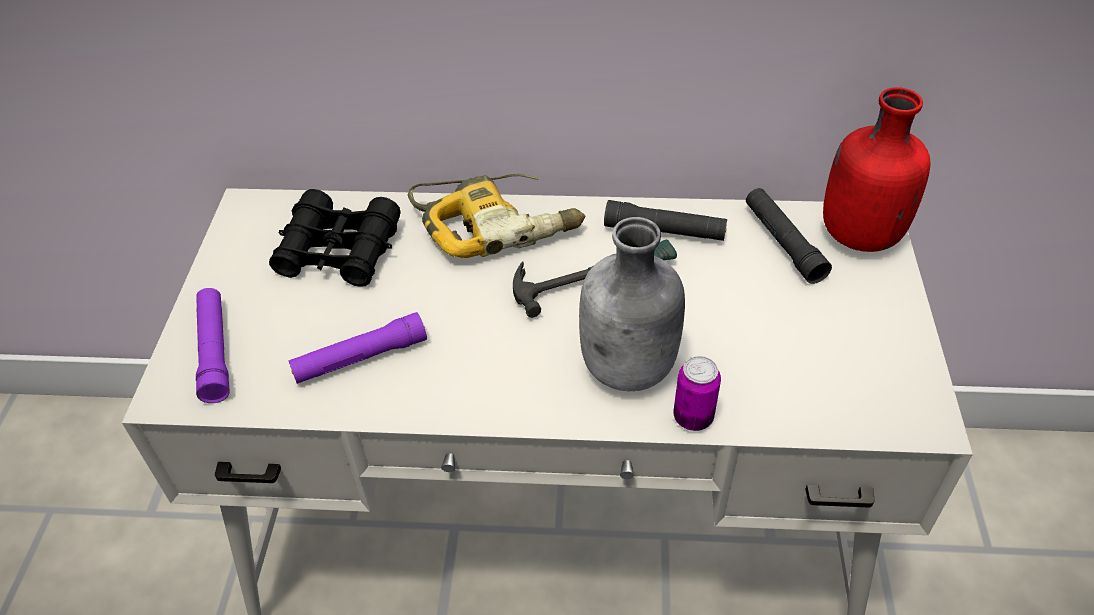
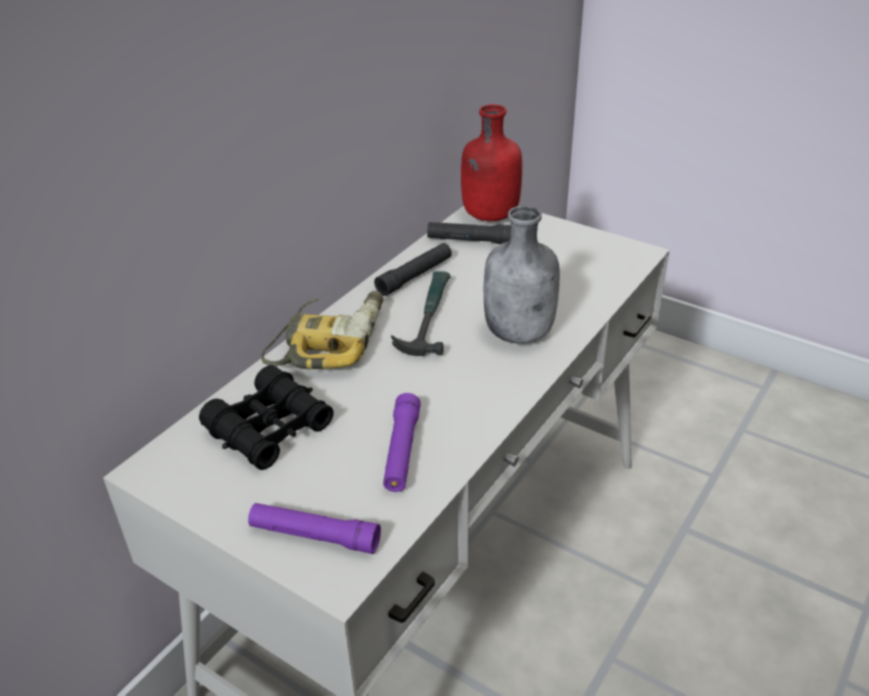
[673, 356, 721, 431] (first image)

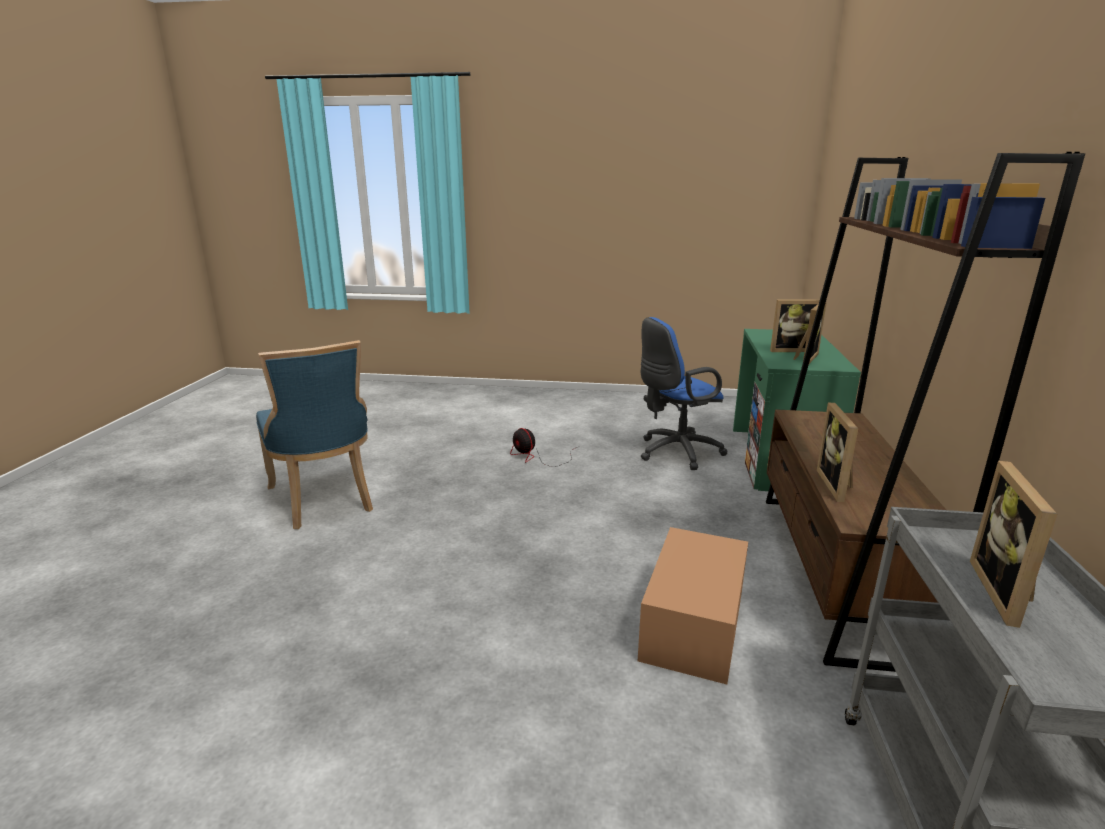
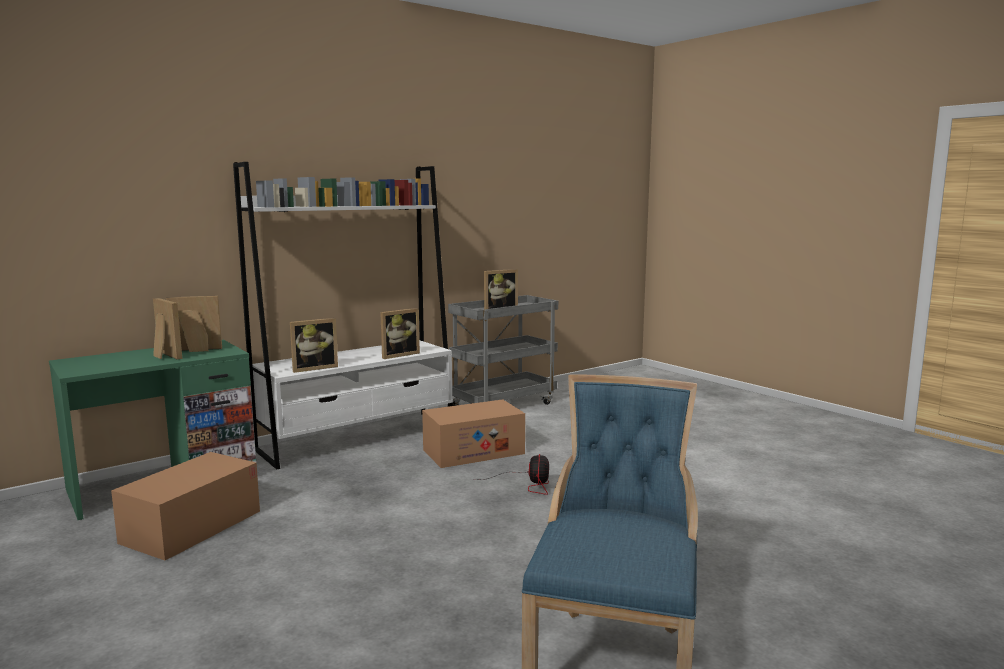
[111, 452, 260, 560]
[233, 162, 453, 470]
[290, 318, 338, 373]
[472, 454, 549, 495]

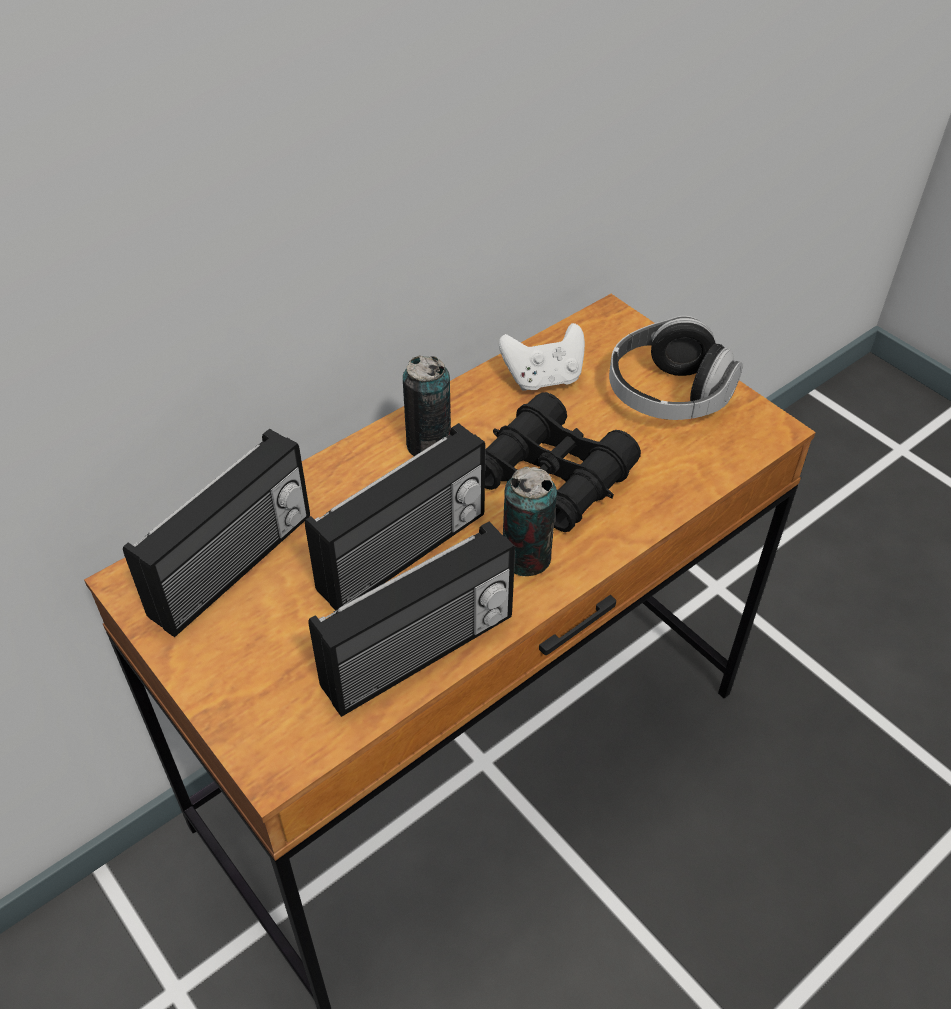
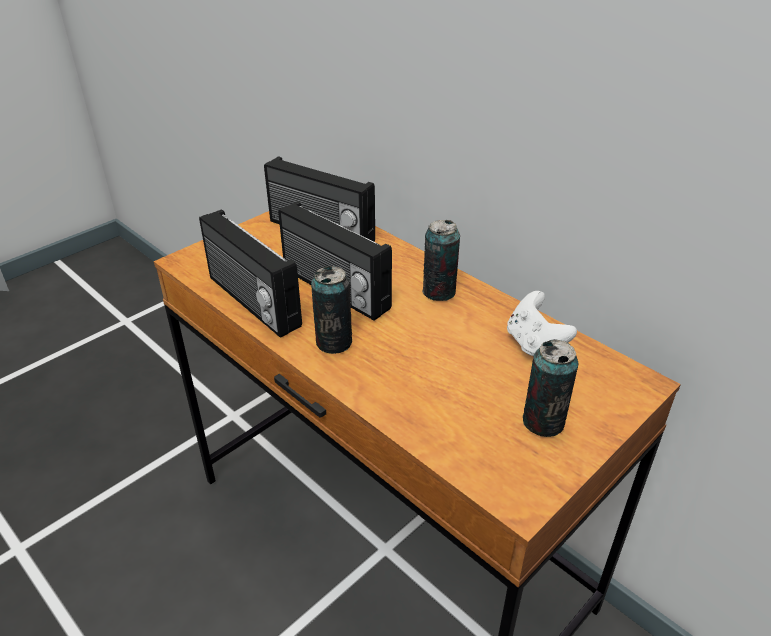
[523, 339, 579, 437]
[485, 392, 641, 532] (first image)

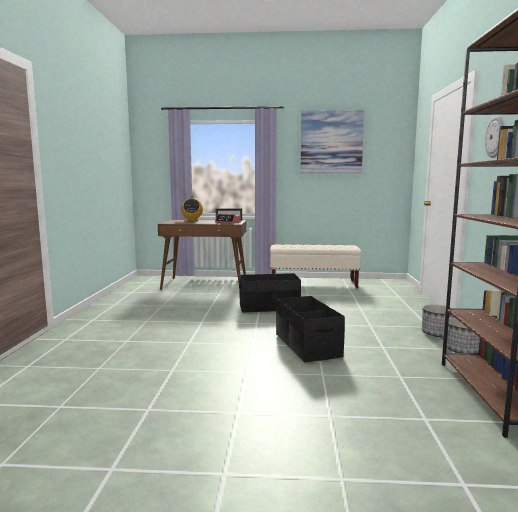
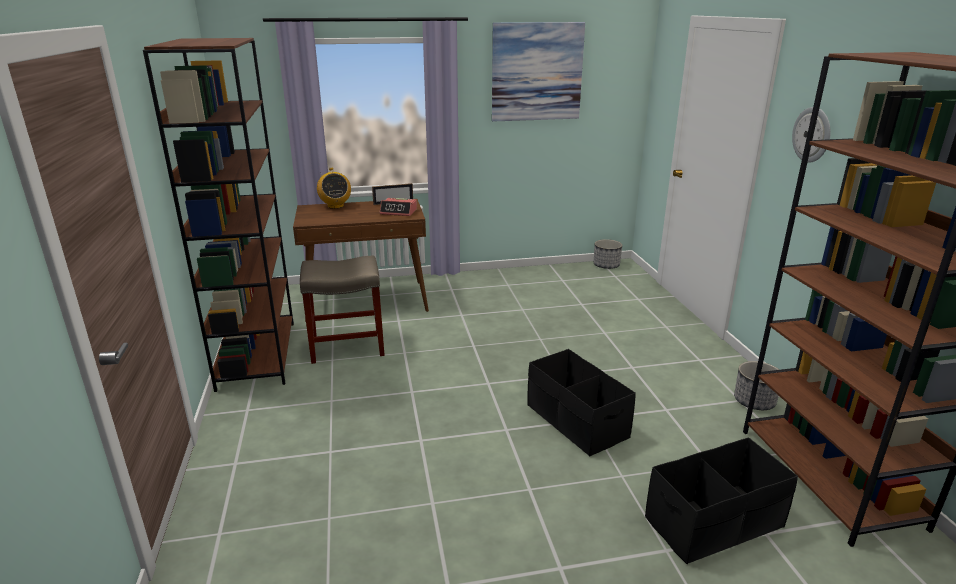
[143, 38, 294, 392]
[300, 256, 385, 364]
[594, 239, 622, 269]
[645, 437, 798, 564]
[270, 244, 361, 288] (first image)

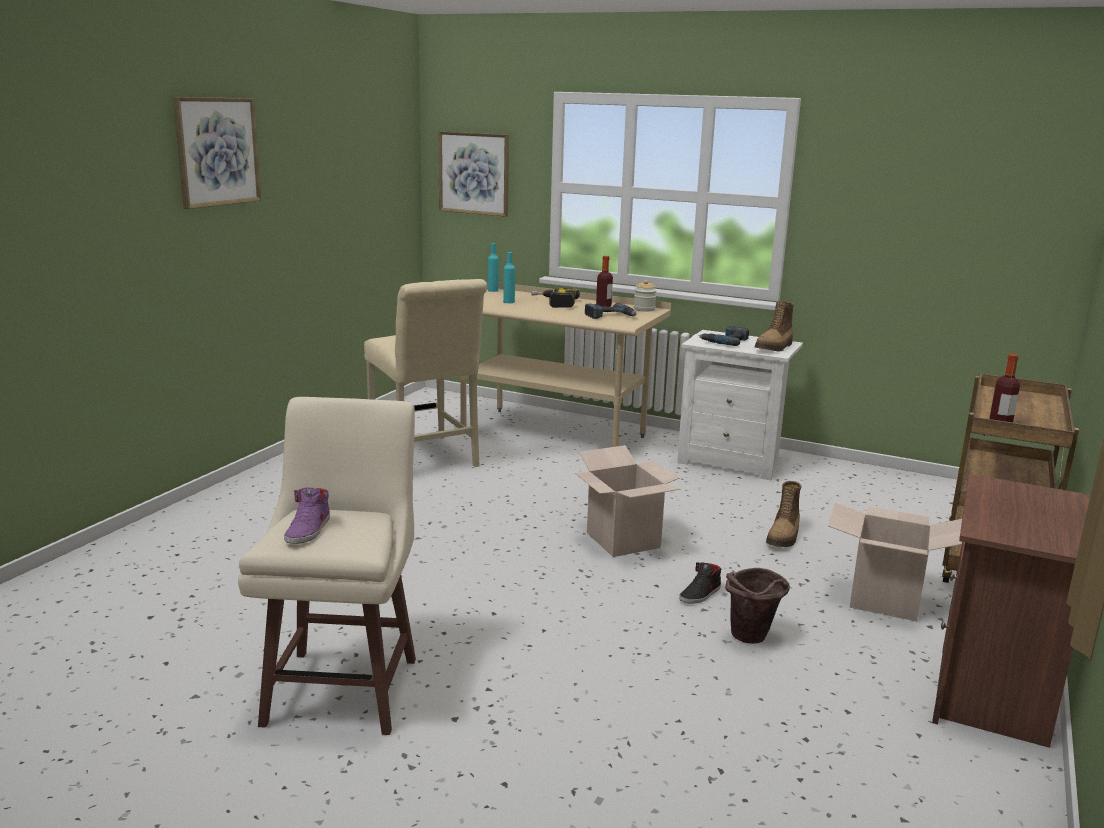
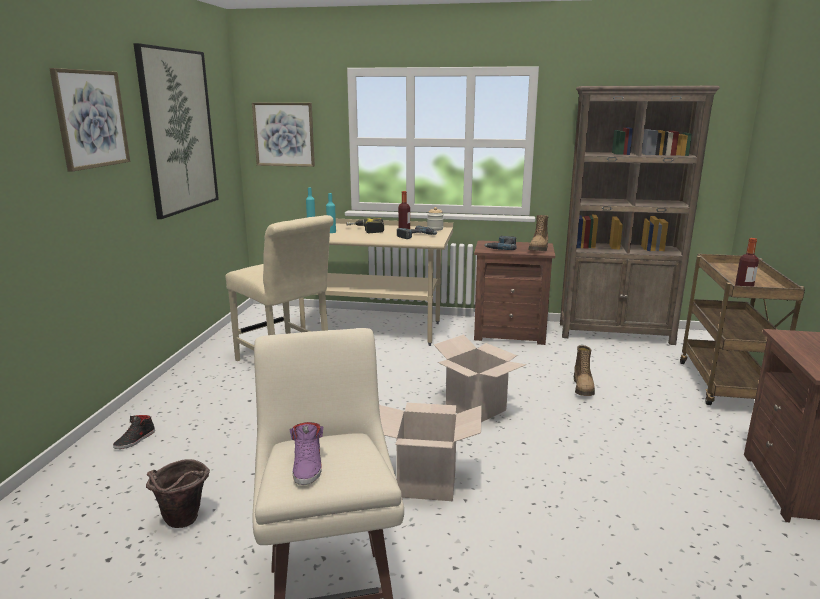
[113, 415, 155, 449]
[133, 43, 219, 219]
[146, 459, 210, 528]
[379, 403, 482, 501]
[474, 240, 555, 345]
[560, 86, 720, 345]

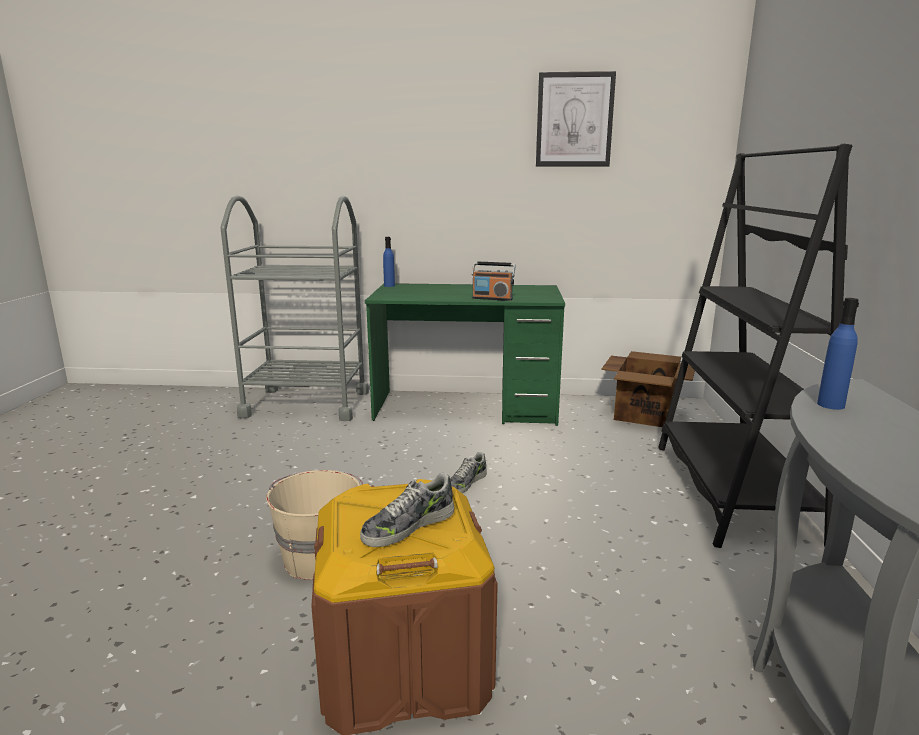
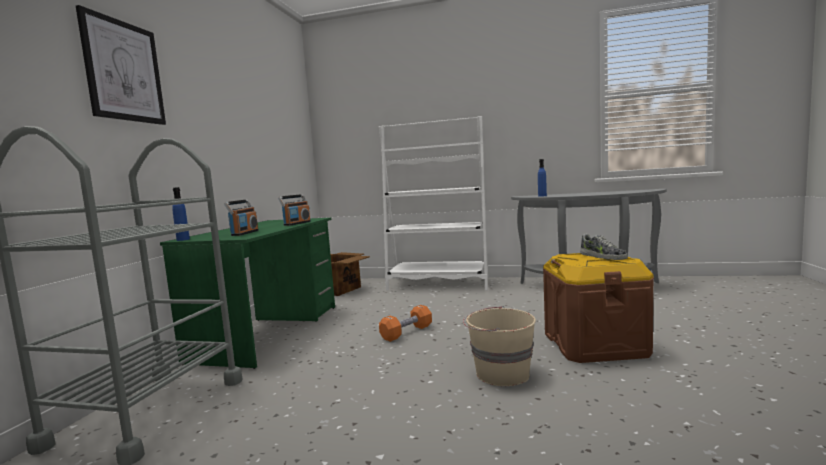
[76, 5, 166, 125]
[224, 200, 259, 236]
[379, 116, 488, 291]
[379, 305, 432, 342]

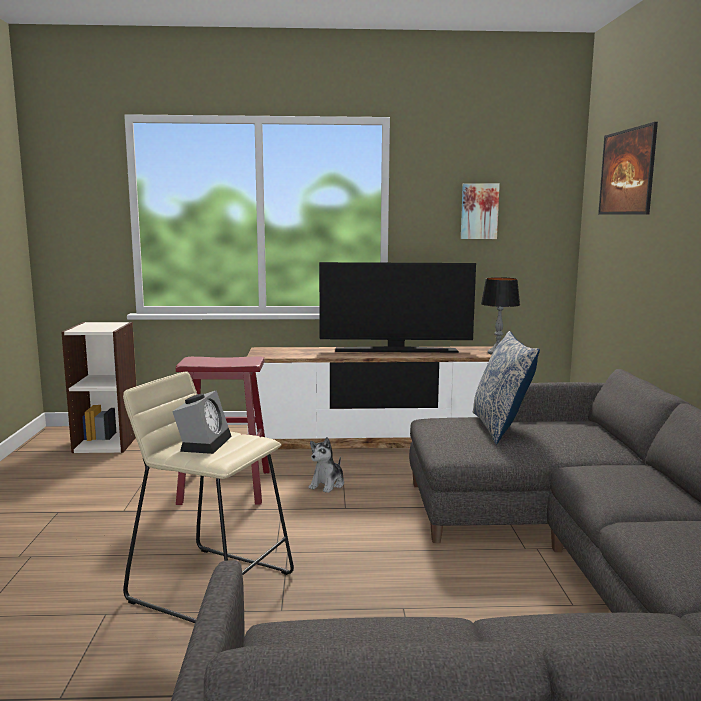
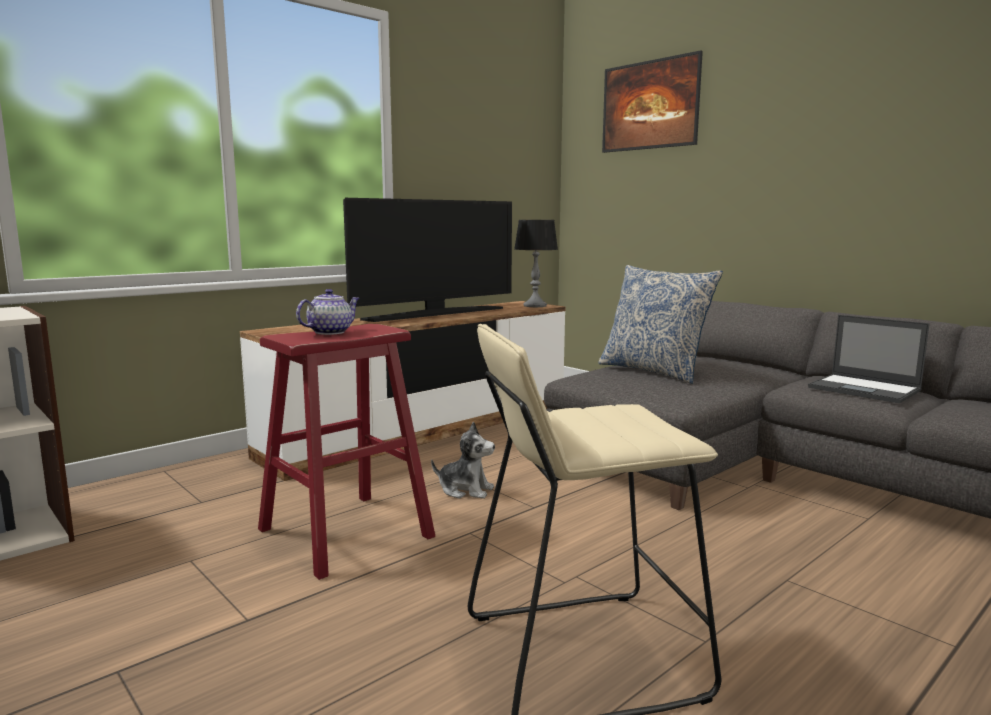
[296, 289, 360, 335]
[431, 422, 495, 499]
[808, 315, 930, 403]
[172, 390, 232, 454] (first image)
[461, 183, 500, 239] (first image)

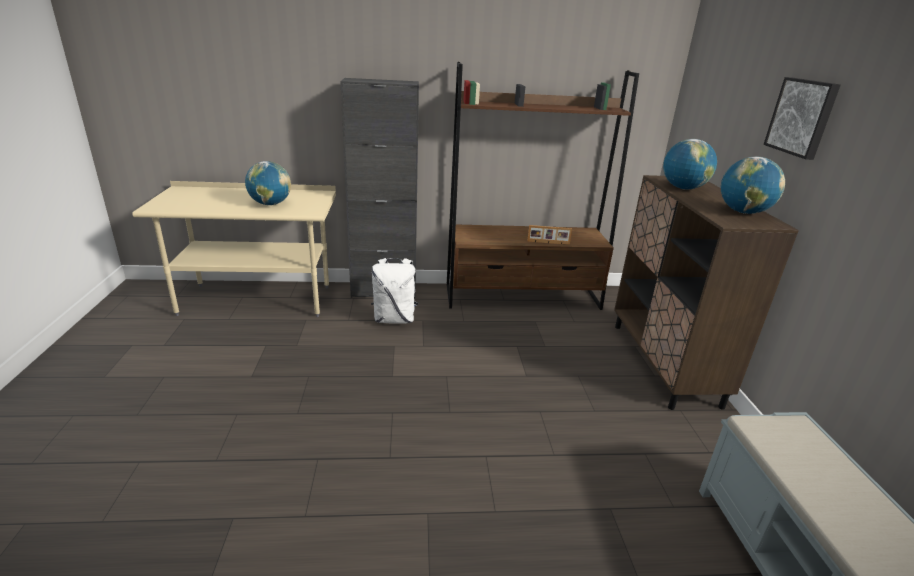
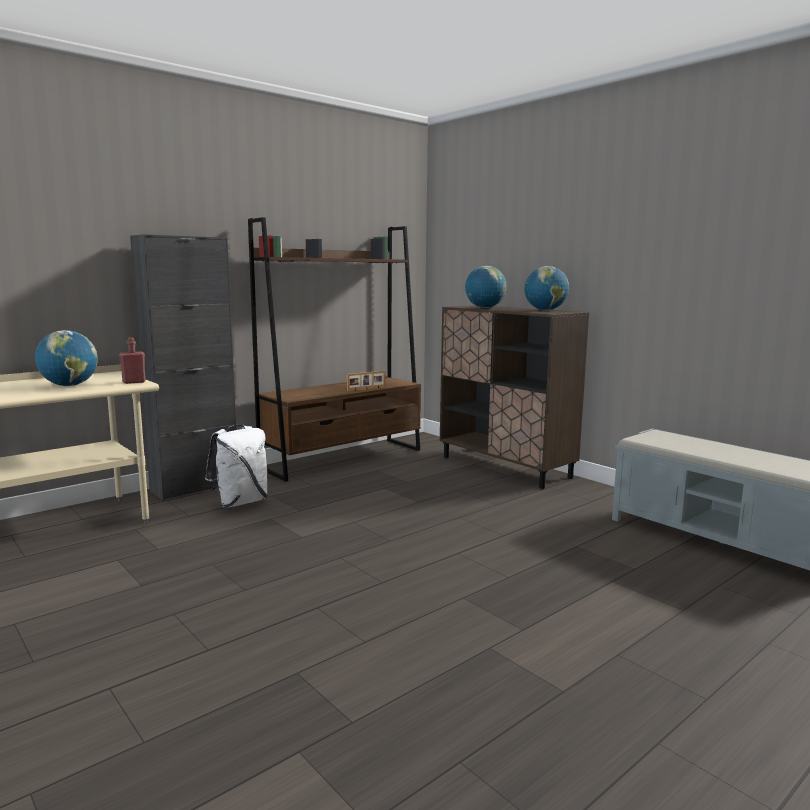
[119, 337, 146, 384]
[763, 77, 841, 160] (first image)

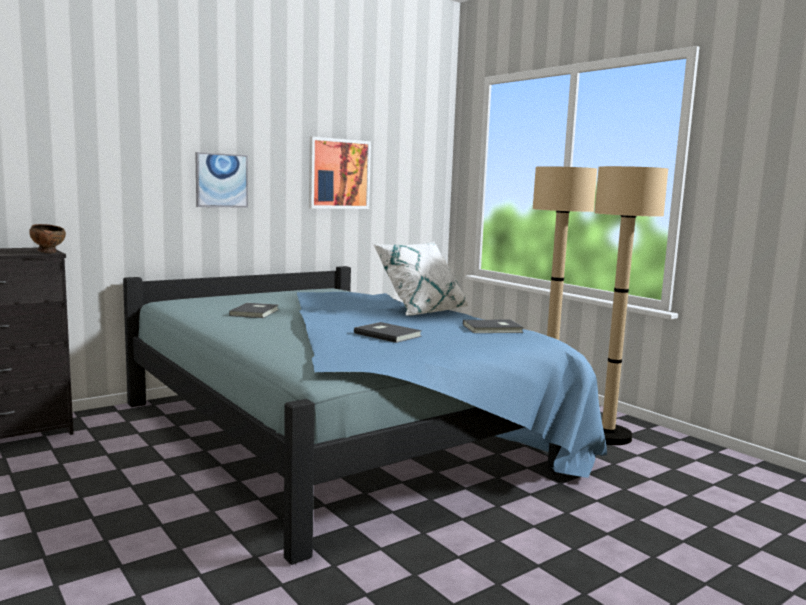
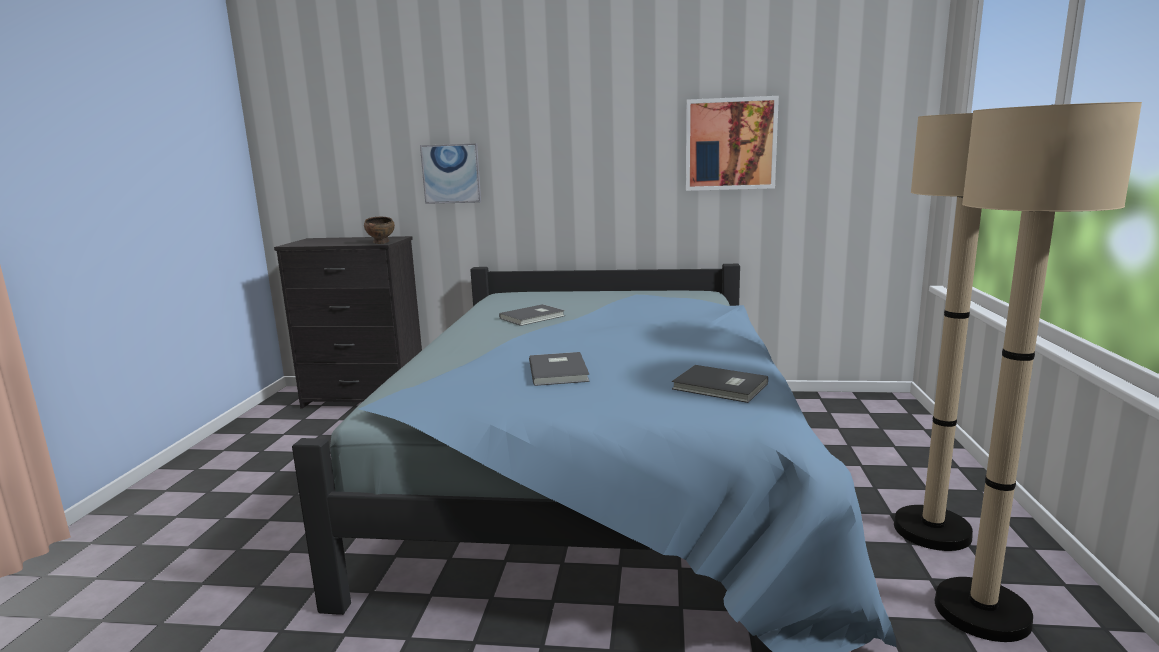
[420, 143, 481, 204]
[373, 241, 468, 316] (first image)

